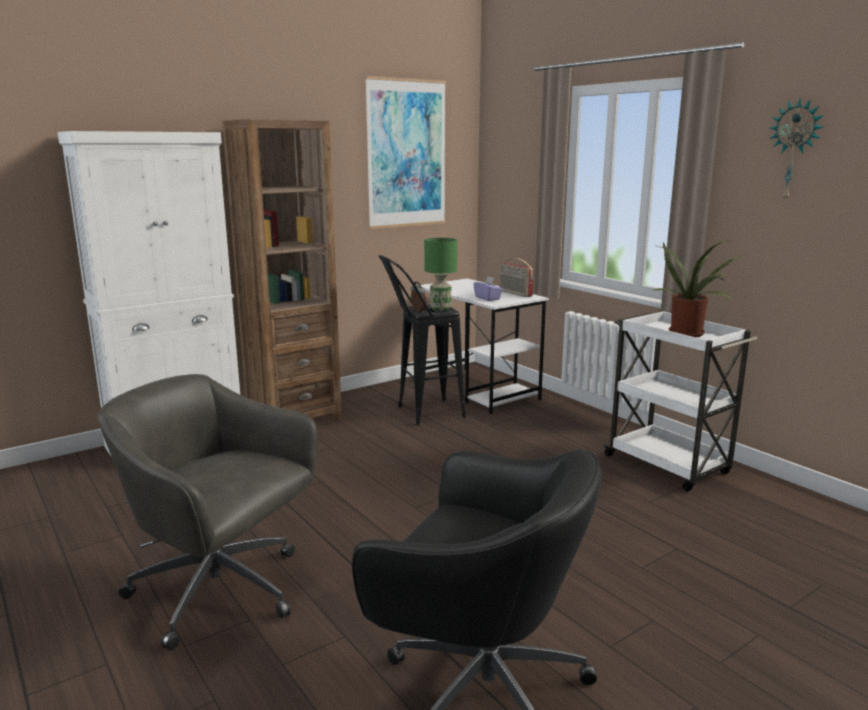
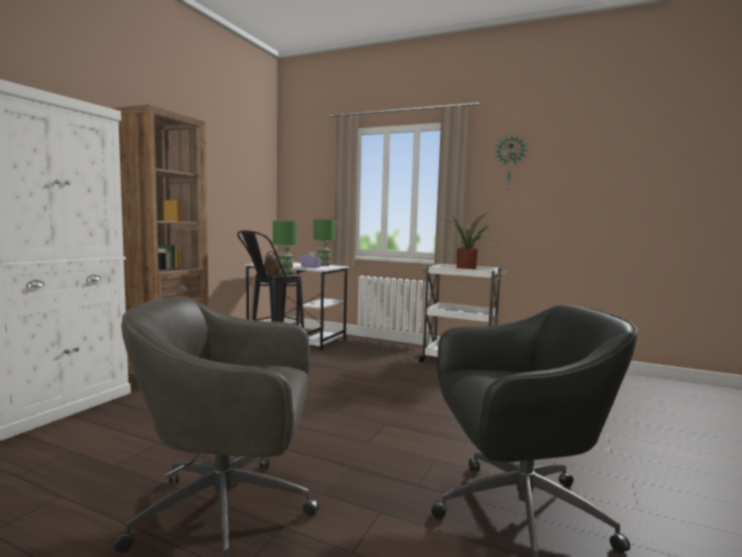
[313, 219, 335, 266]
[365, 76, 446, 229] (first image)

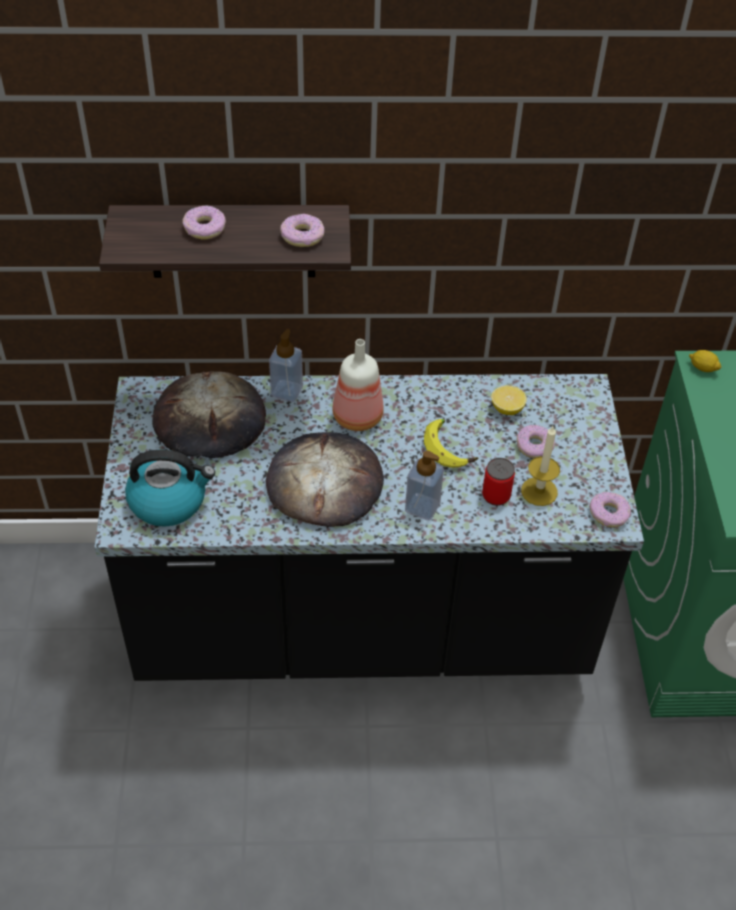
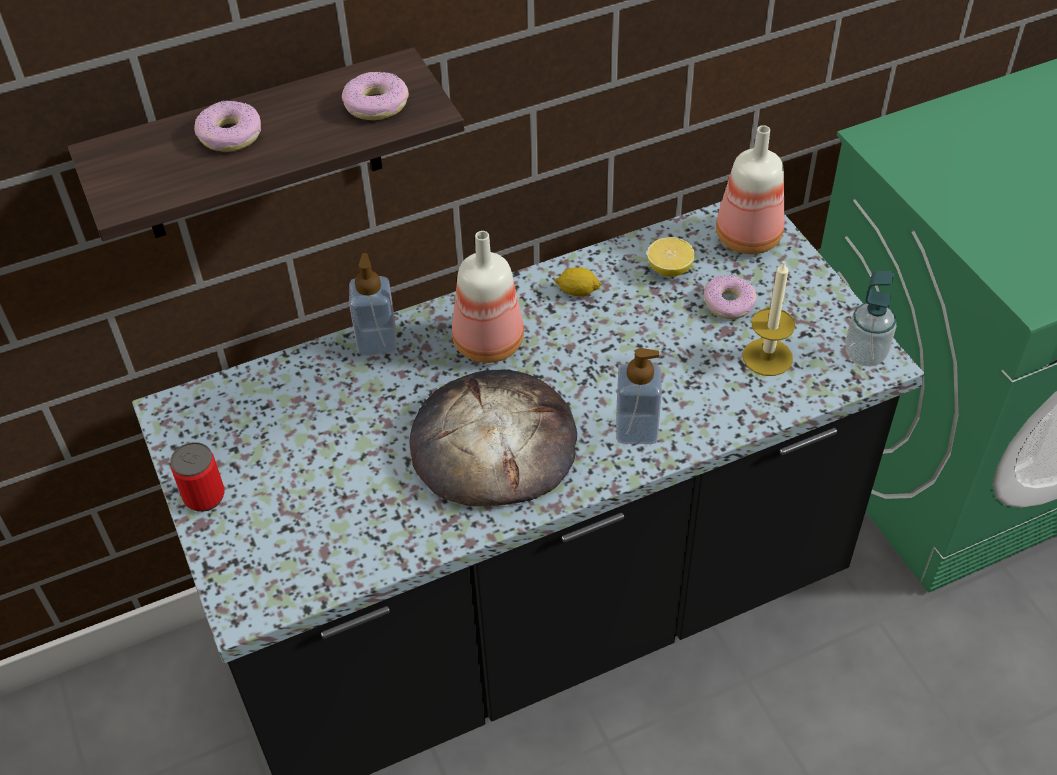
[170, 442, 225, 512]
[554, 267, 601, 296]
[716, 125, 784, 254]
[845, 271, 896, 367]
[125, 450, 215, 527] (first image)
[152, 371, 266, 458] (first image)
[424, 419, 478, 468] (first image)

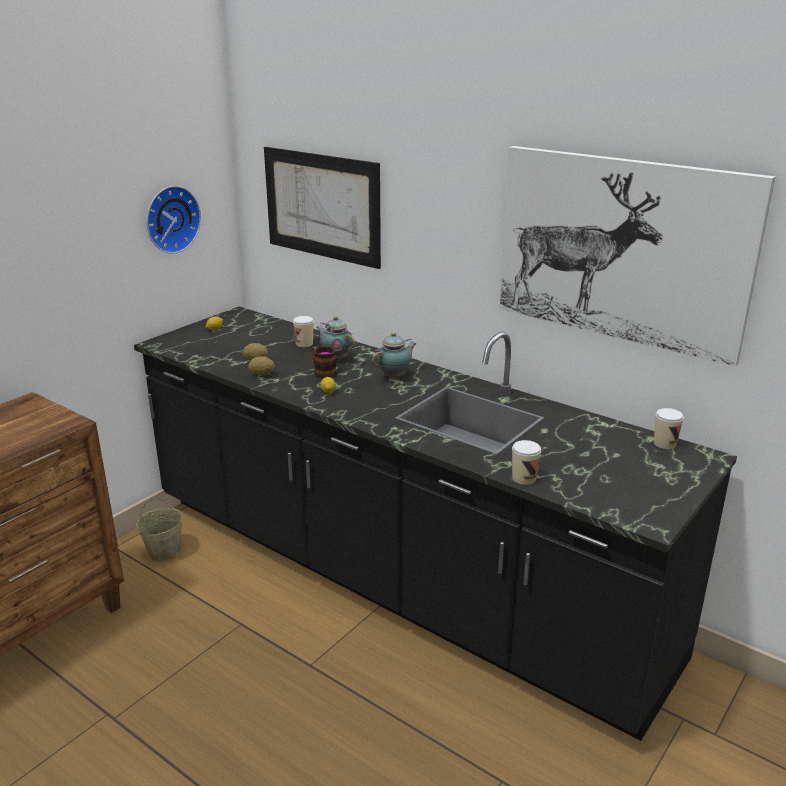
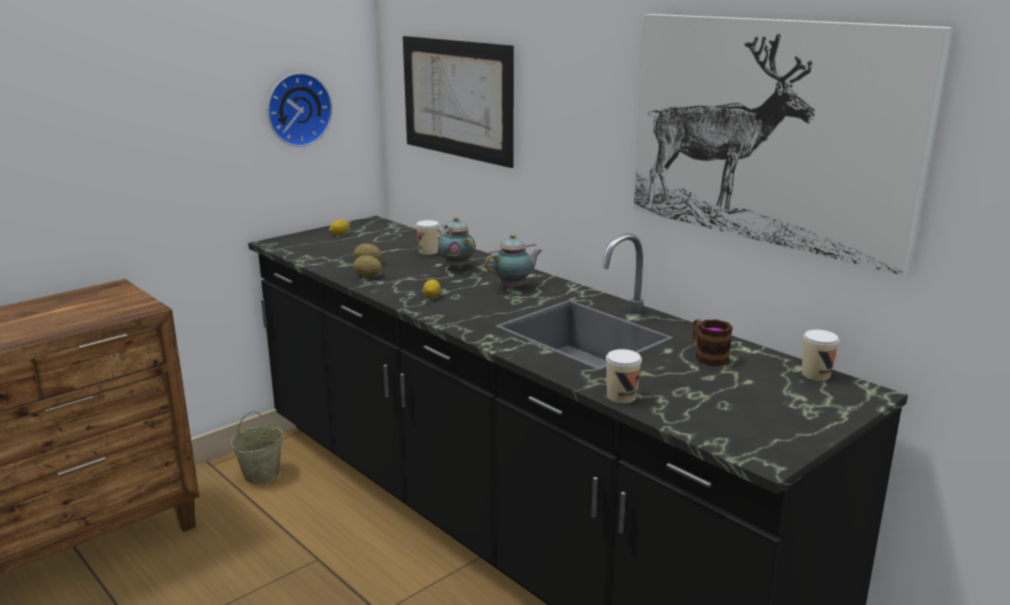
[692, 319, 733, 366]

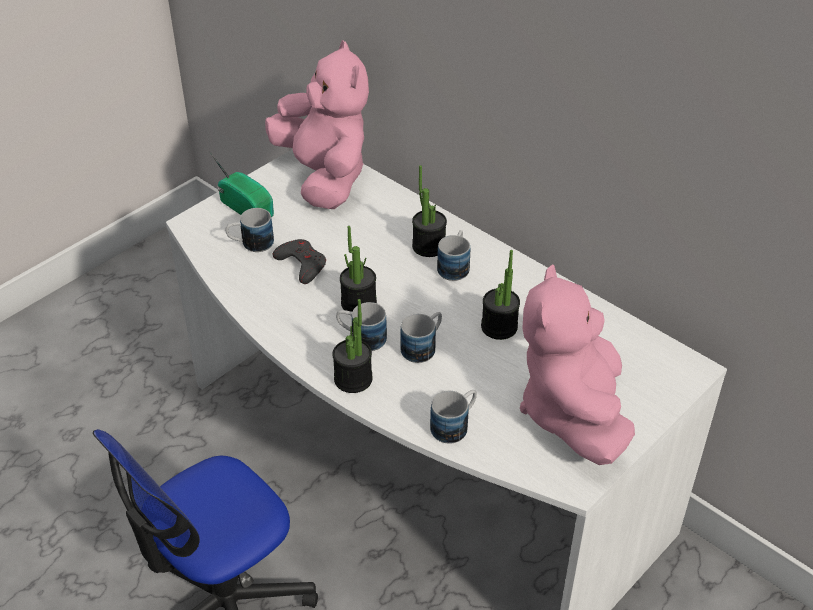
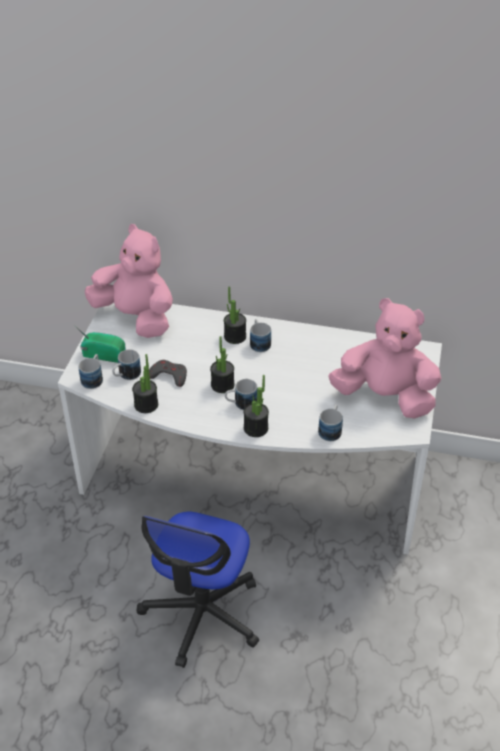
[79, 354, 103, 389]
[132, 354, 158, 413]
[328, 298, 441, 418]

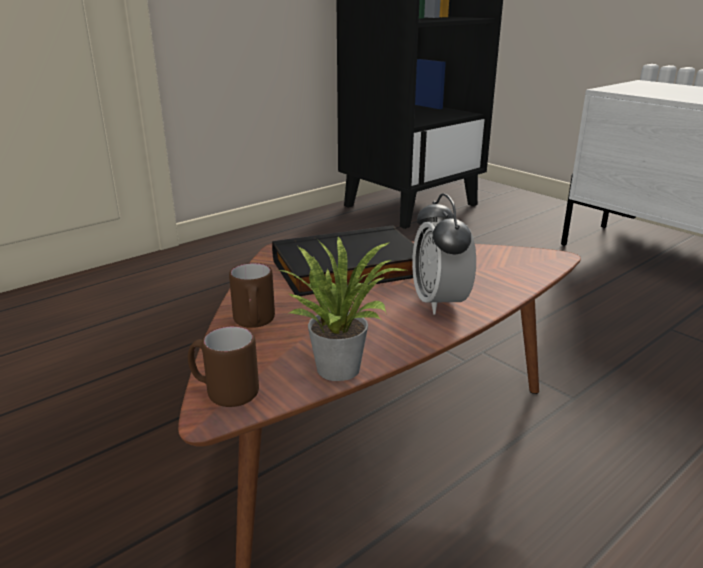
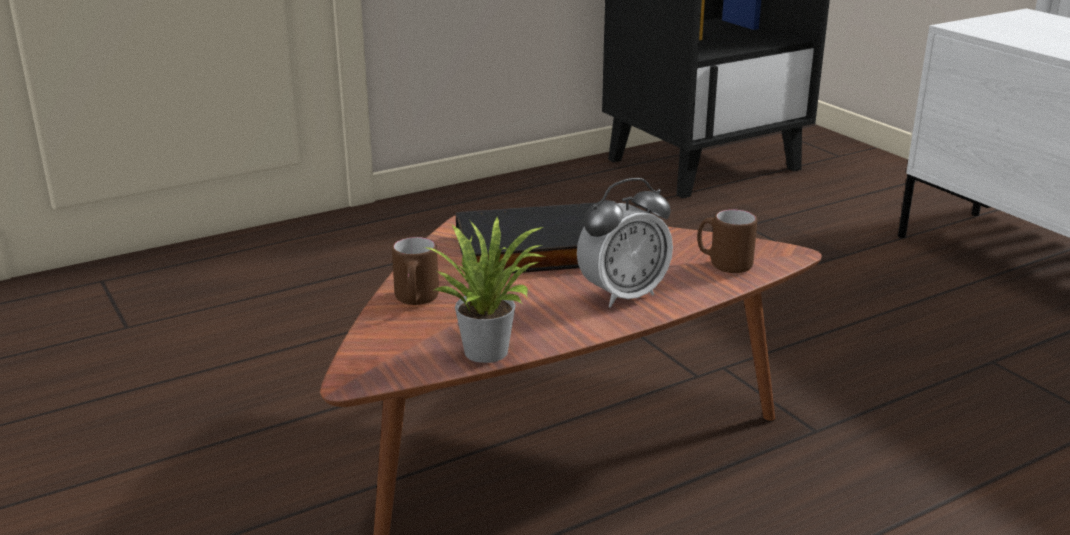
[577, 178, 673, 308]
[697, 209, 757, 273]

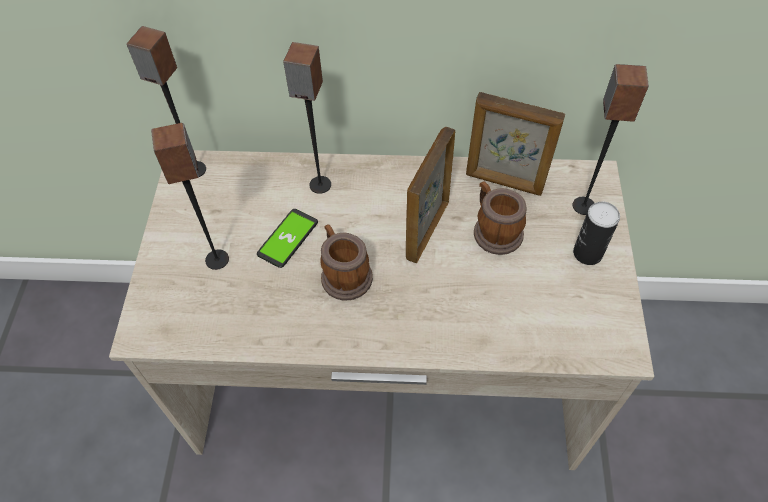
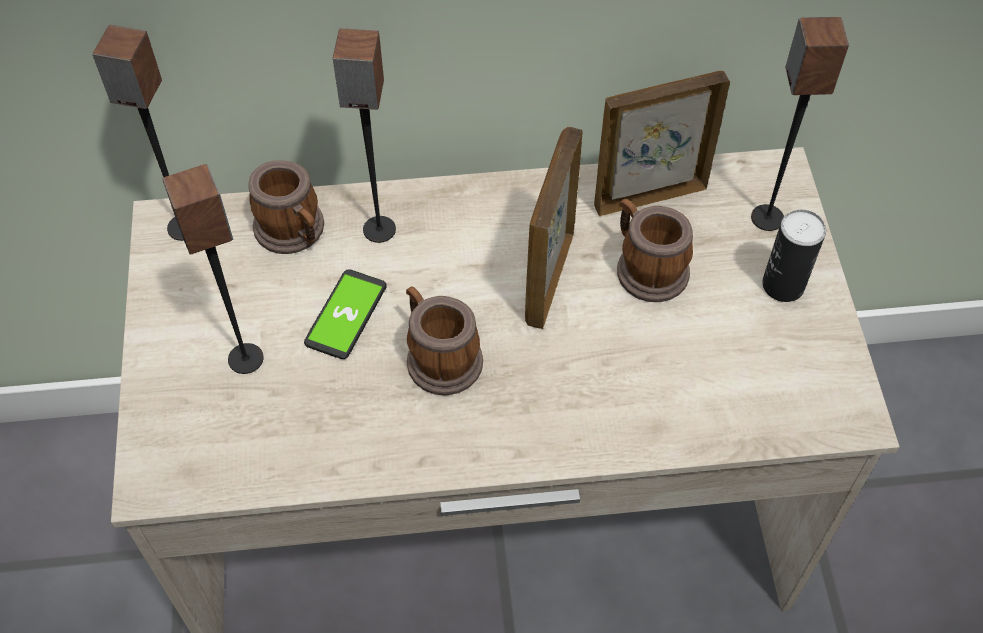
[249, 160, 324, 254]
[594, 71, 730, 216]

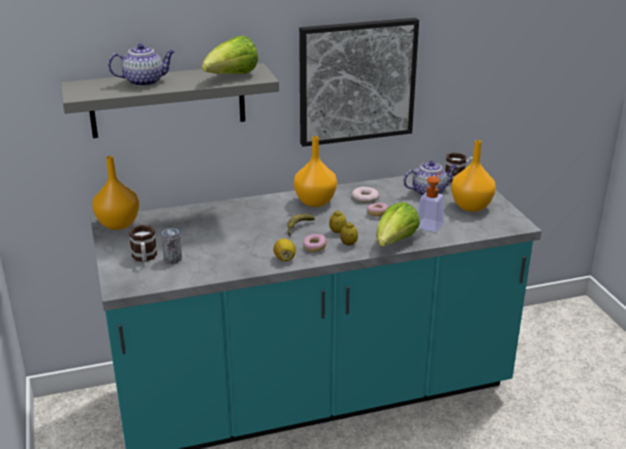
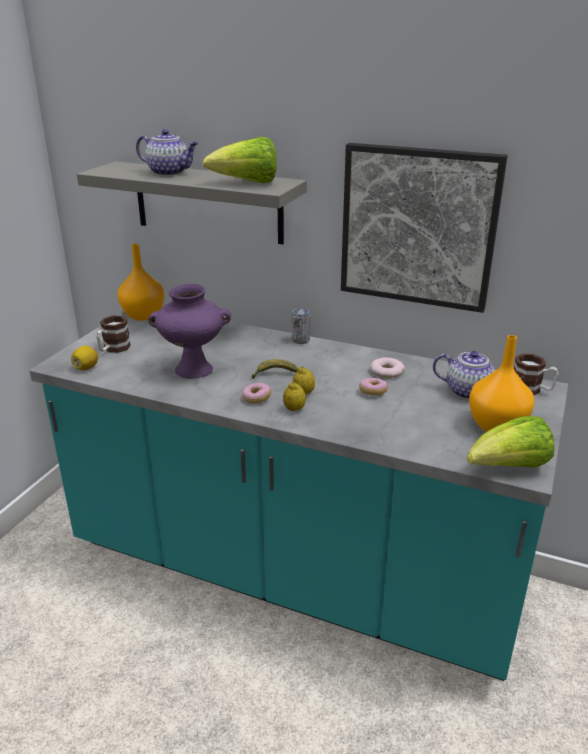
[71, 346, 98, 370]
[148, 283, 231, 378]
[292, 308, 310, 344]
[467, 416, 555, 468]
[294, 136, 337, 207] (first image)
[418, 172, 444, 232] (first image)

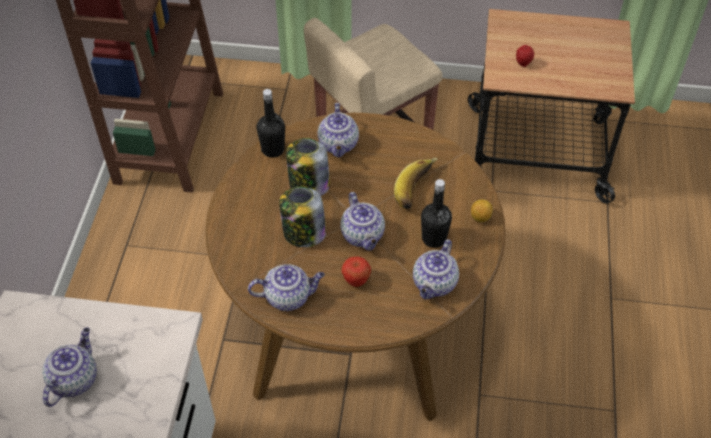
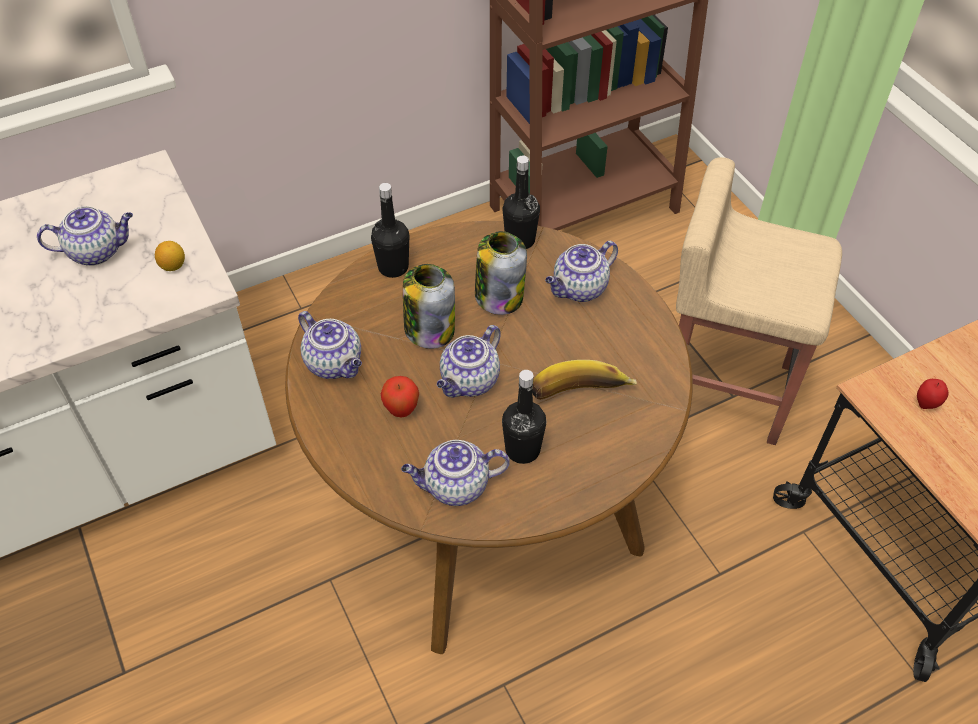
[155, 241, 185, 271]
[371, 183, 409, 278]

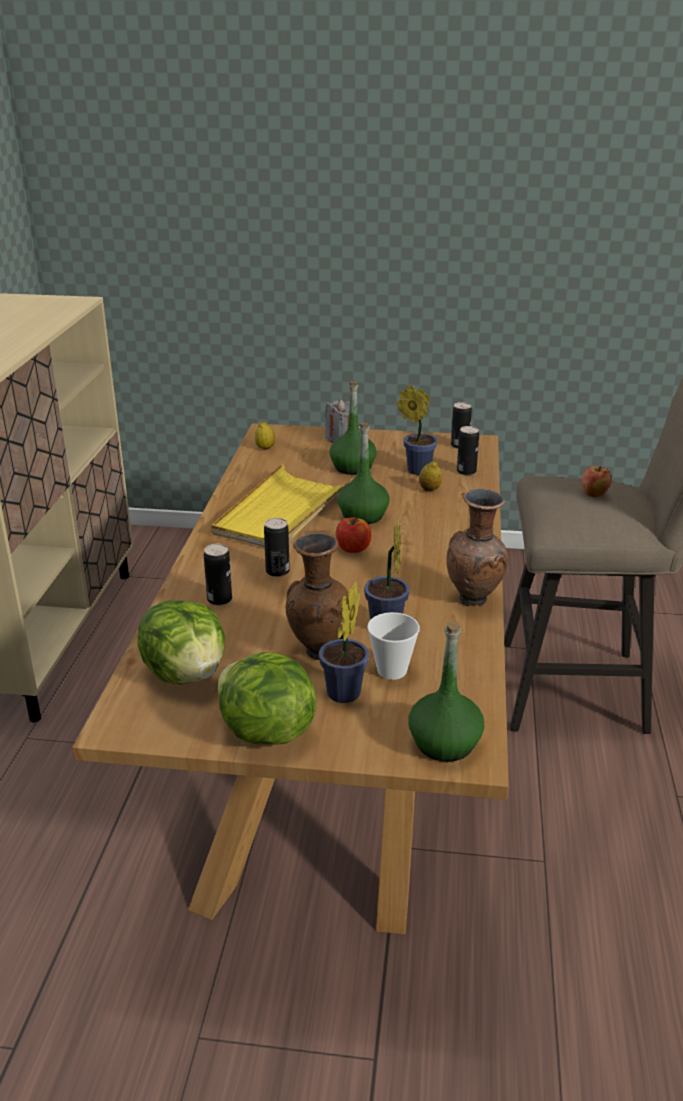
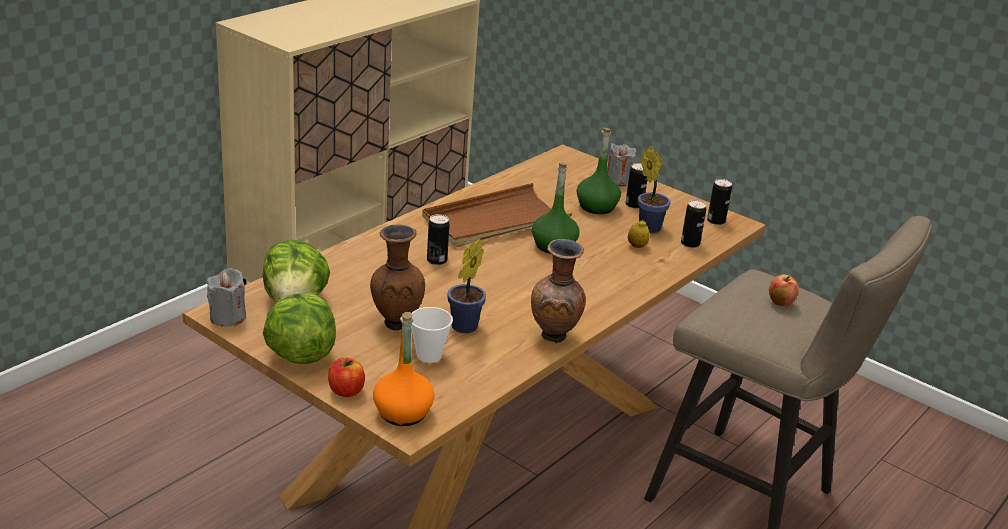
[207, 268, 246, 327]
[328, 357, 365, 397]
[373, 312, 435, 426]
[422, 183, 572, 247]
[625, 163, 648, 208]
[255, 421, 275, 449] (first image)
[319, 582, 369, 703] (first image)

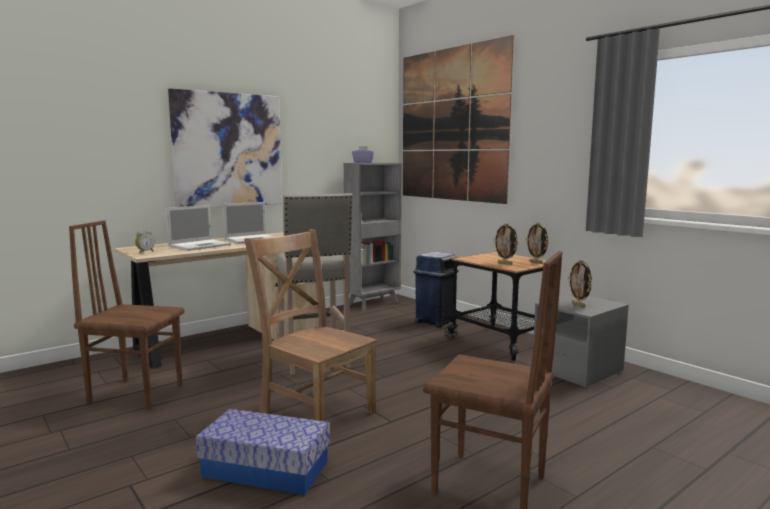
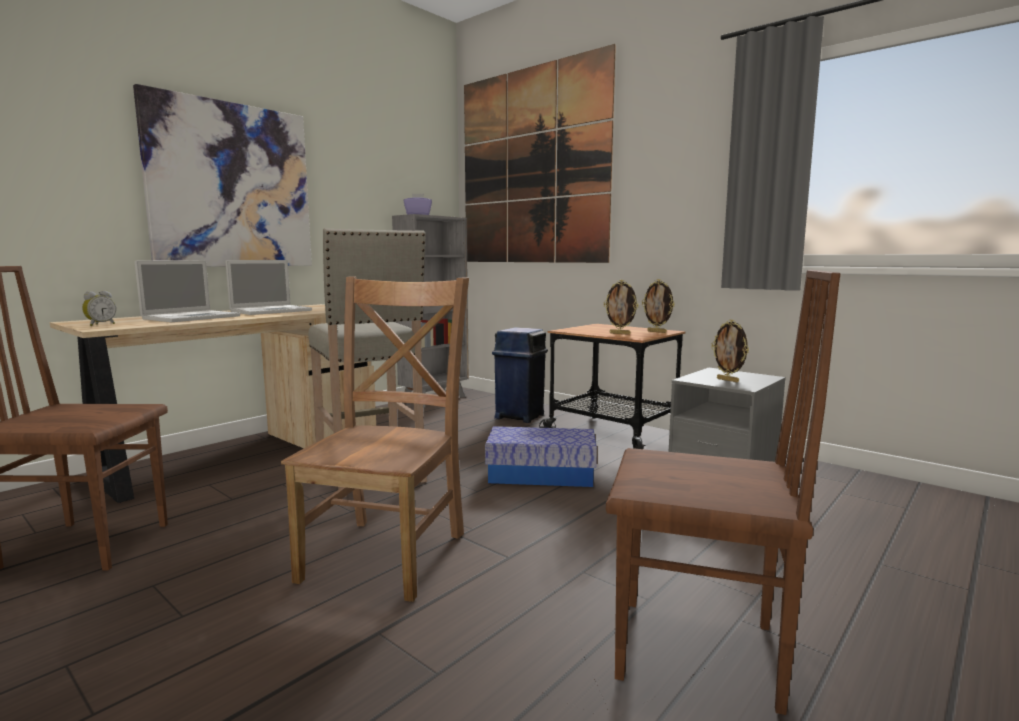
[281, 277, 469, 602]
[485, 426, 597, 487]

